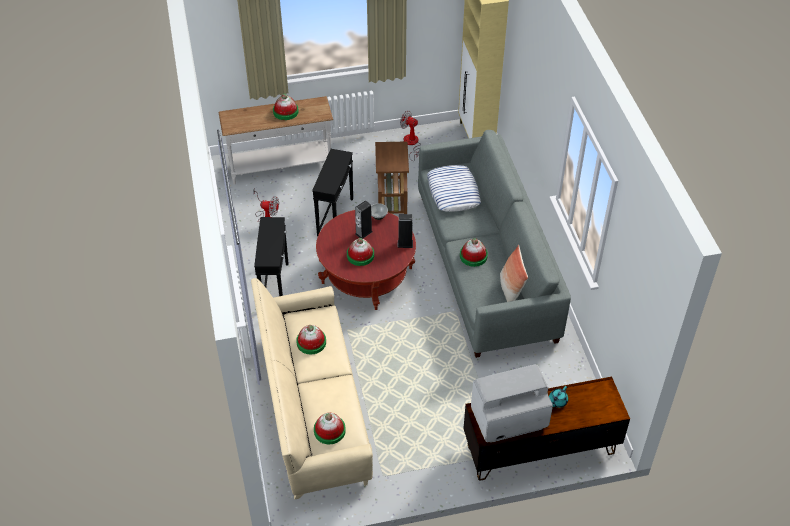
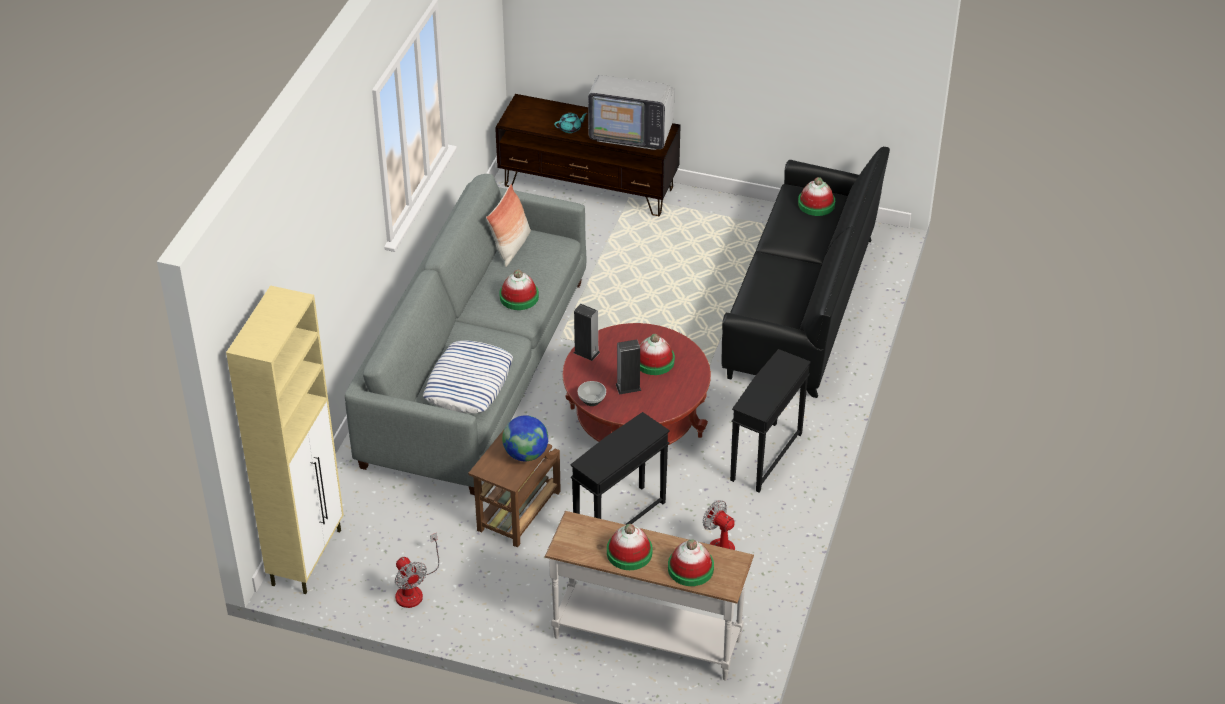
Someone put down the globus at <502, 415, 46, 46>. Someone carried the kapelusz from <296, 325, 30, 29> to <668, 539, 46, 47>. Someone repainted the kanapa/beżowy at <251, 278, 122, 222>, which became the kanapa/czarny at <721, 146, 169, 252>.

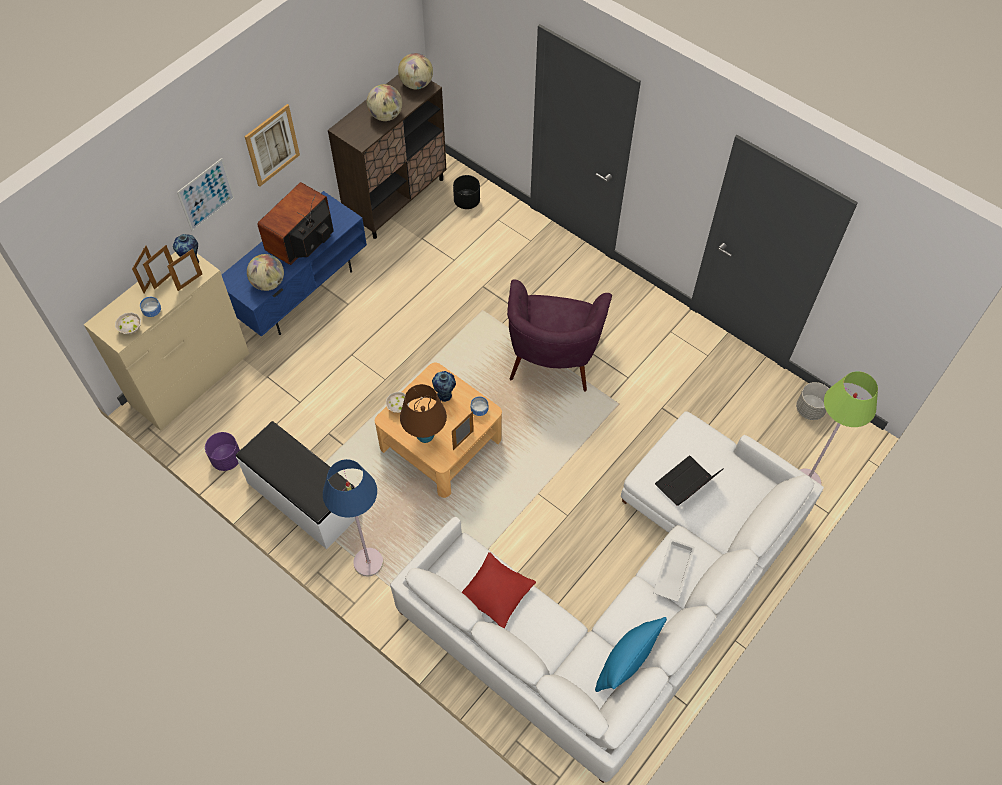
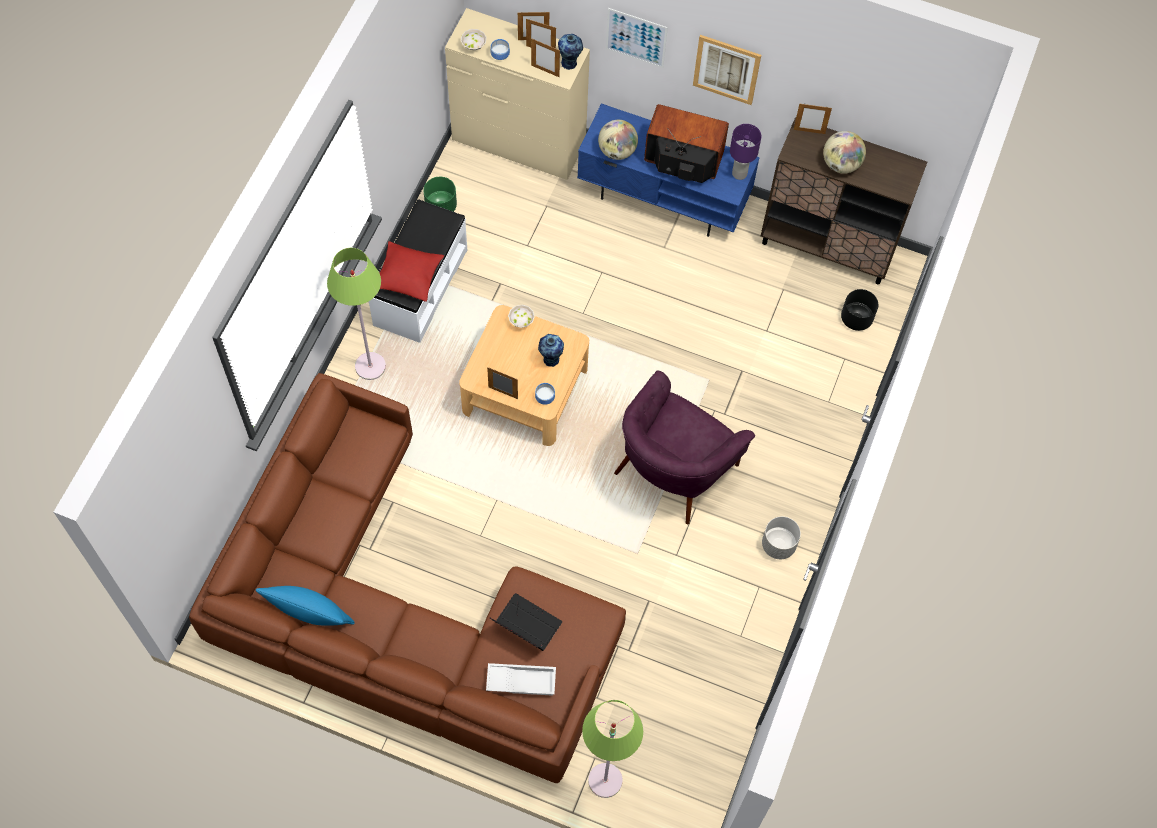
Someone took away the globus at <398, 53, 35, 36>. Someone took away the lampa stołowa/brązowy at <400, 384, 47, 59>. Someone put down the lampa stołowa/fioletowy at <730, 124, 31, 56>. Someone put down the ramka na zdjęcie at <793, 103, 39, 31>. Someone carried the poduszka/czerwony from <462, 552, 74, 77> to <380, 241, 64, 61>. Someone carried the taca/biały from <653, 539, 42, 63> to <486, 663, 70, 33>. Someone carried the donica/szary from <796, 382, 33, 38> to <762, 516, 39, 43>. Someone repainted the donica/fioletowy at <205, 432, 35, 39>, which became the donica/zielony at <423, 177, 34, 35>. Someone repainted the lampa stojąca/niebieski at <323, 459, 60, 117>, which became the lampa stojąca/zielony at <327, 248, 59, 132>. Someone repainted the kanapa/biały at <390, 411, 434, 372>, which became the kanapa/brązowy at <189, 373, 437, 410>. Someone rotated the fotel/fioletowy at <507, 280, 105, 111> by 45 degrees counterclockwise.

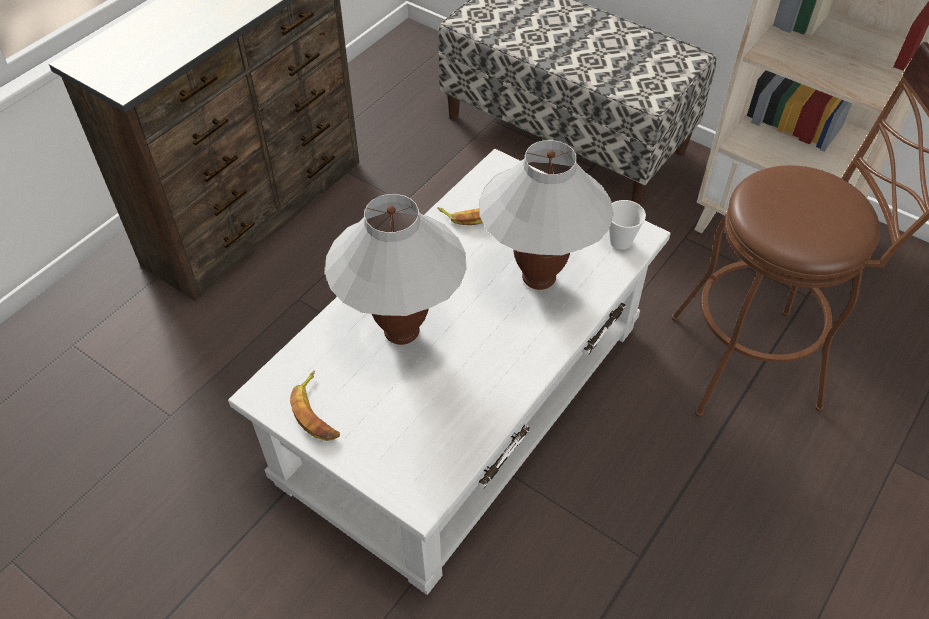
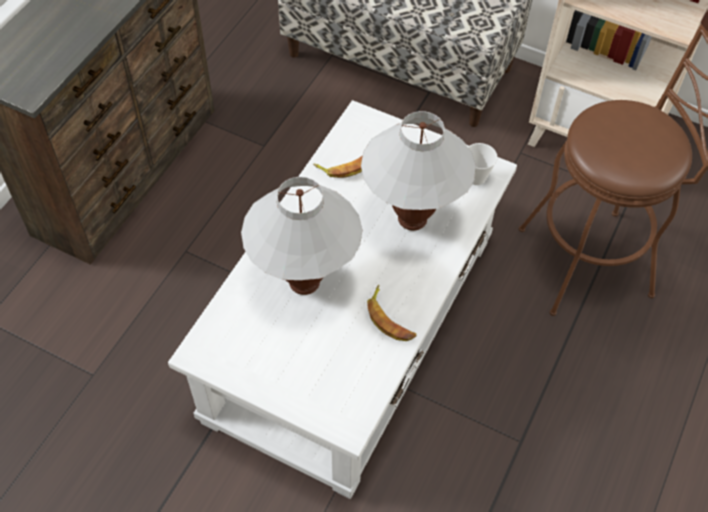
Someone carried the banan from <290, 370, 50, 71> to <367, 285, 50, 56>.

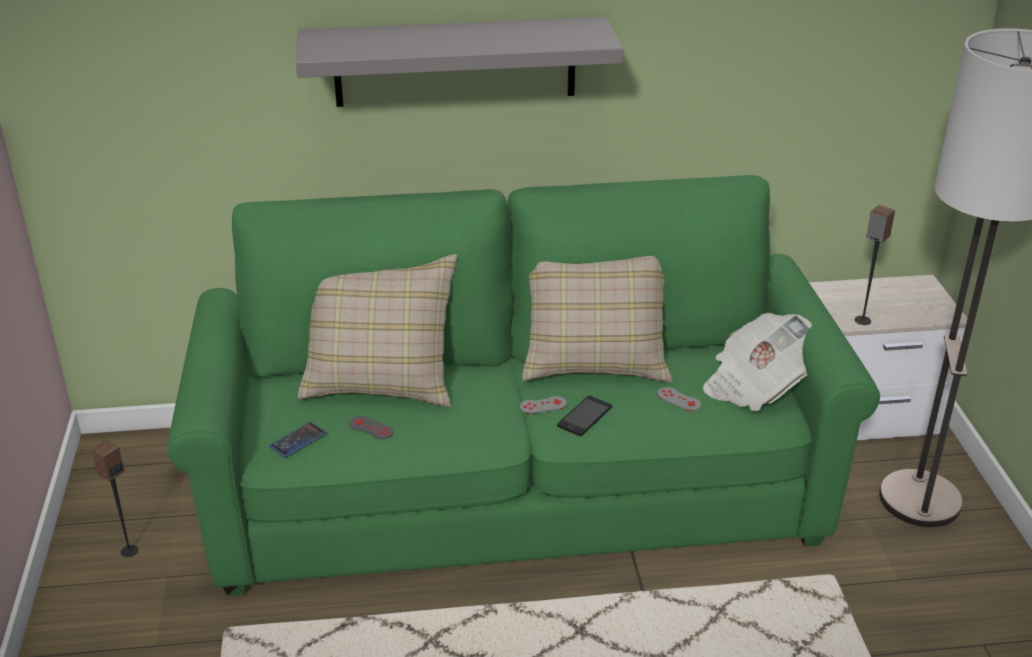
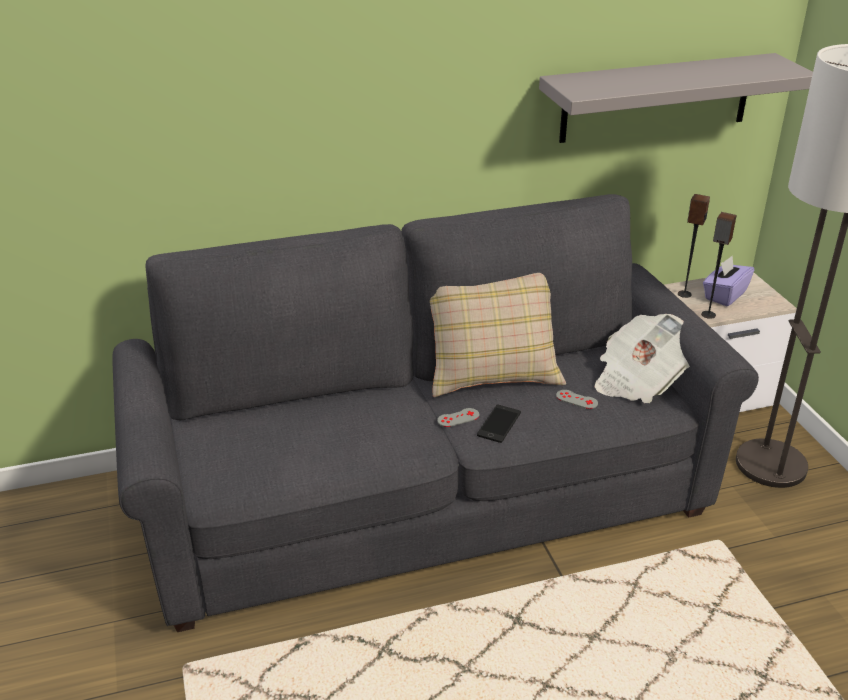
Someone took away the telefon at <269, 422, 58, 36>. Someone took away the poduszka/beżowy at <298, 254, 159, 153>. Someone took away the pad do gier/szary at <349, 416, 44, 23>. Someone put down the pudełko chusteczek/fioletowy at <703, 256, 51, 50>. Someone carried the głośnik from <91, 440, 47, 117> to <678, 194, 32, 104>. Someone carried the półka/szary from <296, 17, 327, 90> to <539, 53, 274, 90>. Someone repainted the kanapa/zielony at <167, 175, 713, 421>, which became the kanapa/szary at <112, 194, 647, 438>.

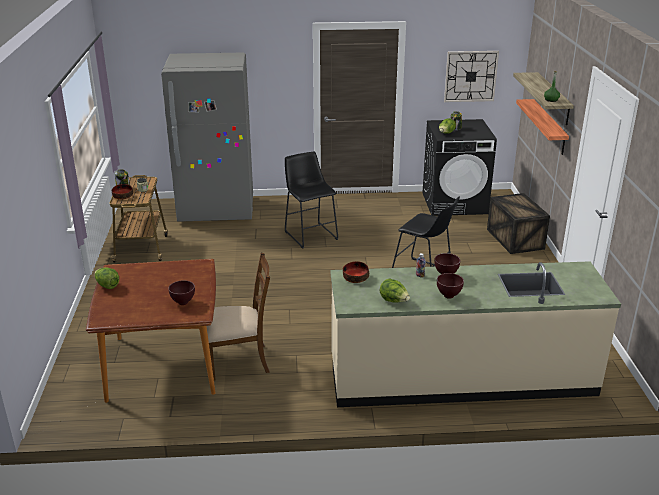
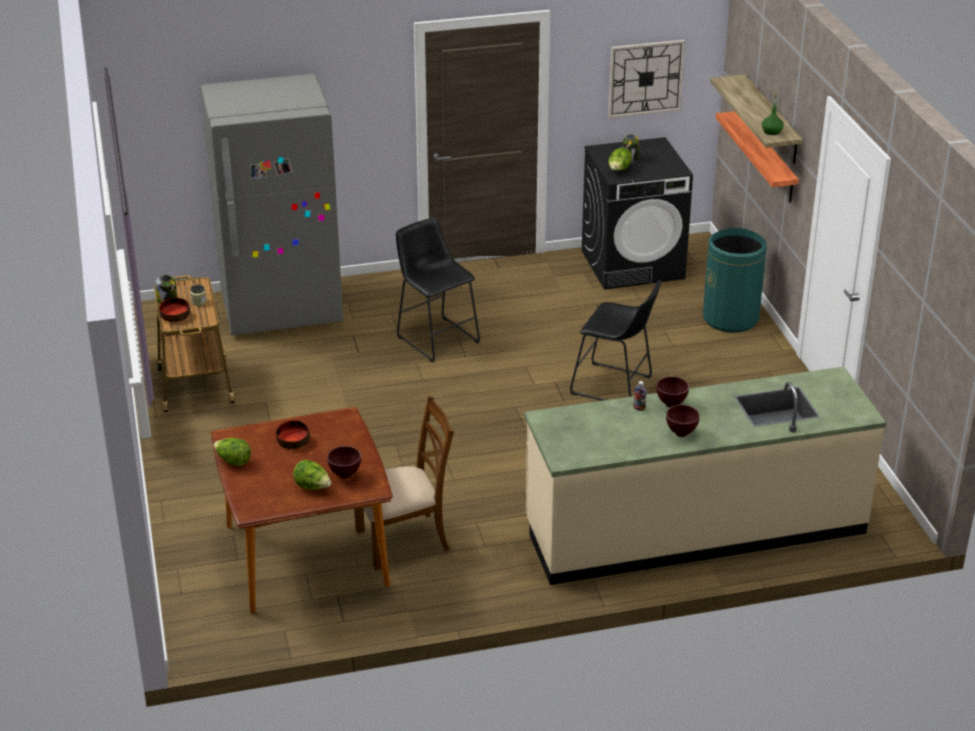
Someone carried the miska from <343, 261, 26, 22> to <276, 420, 34, 30>. Someone carried the sałata from <380, 278, 30, 25> to <293, 460, 38, 30>. Someone swapped the skrzynka at <487, 193, 63, 61> for the kosz na śmieci/zielony at <703, 228, 64, 105>.

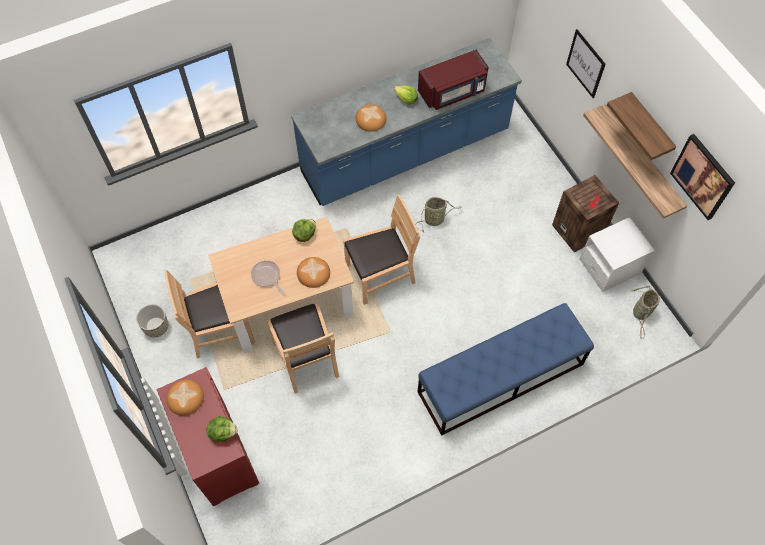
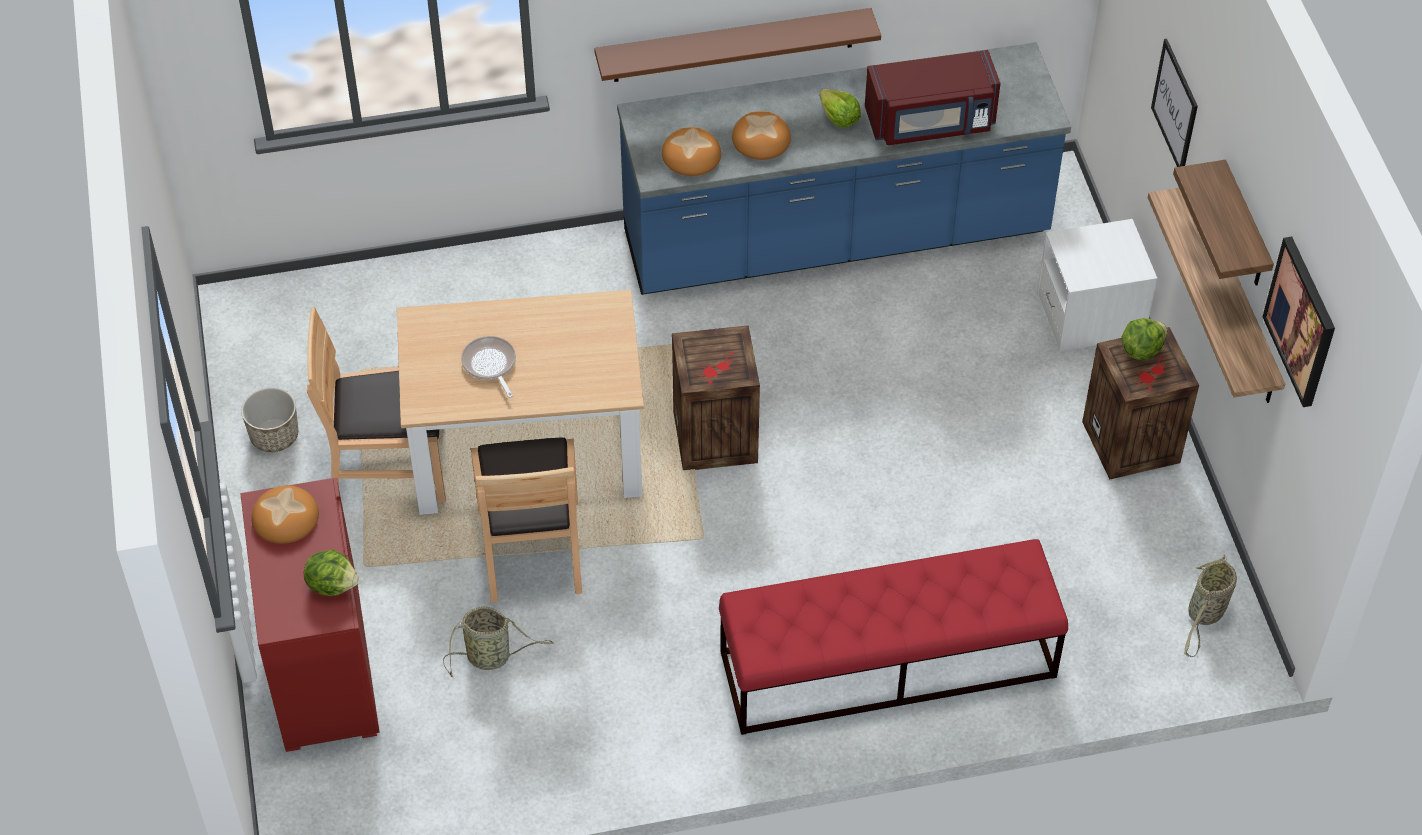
Someone put up the półka/brązowy at <594, 8, 287, 74>. Someone carried the sałata from <292, 219, 24, 23> to <1121, 318, 46, 42>. Someone carried the chleb from <297, 257, 33, 31> to <662, 127, 59, 49>. Someone carried the koszyk from <415, 197, 47, 35> to <443, 606, 111, 72>. Someone carried the szafka nocna/biały from <579, 217, 76, 75> to <1037, 219, 120, 133>. Someone swapped the krzesło/brązowy at <344, 194, 76, 111> for the skrzynka at <672, 325, 88, 145>. Someone repainted the ławka/niebieski at <418, 303, 176, 133>, which became the ławka/czerwony at <719, 539, 349, 196>.

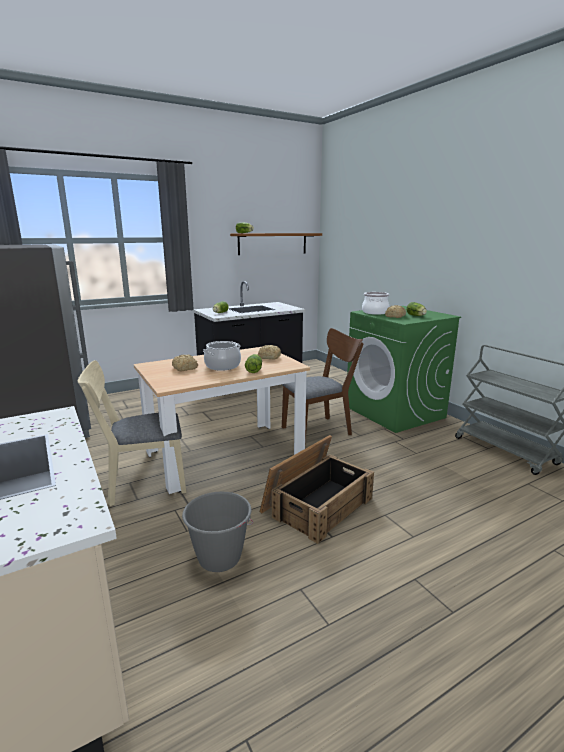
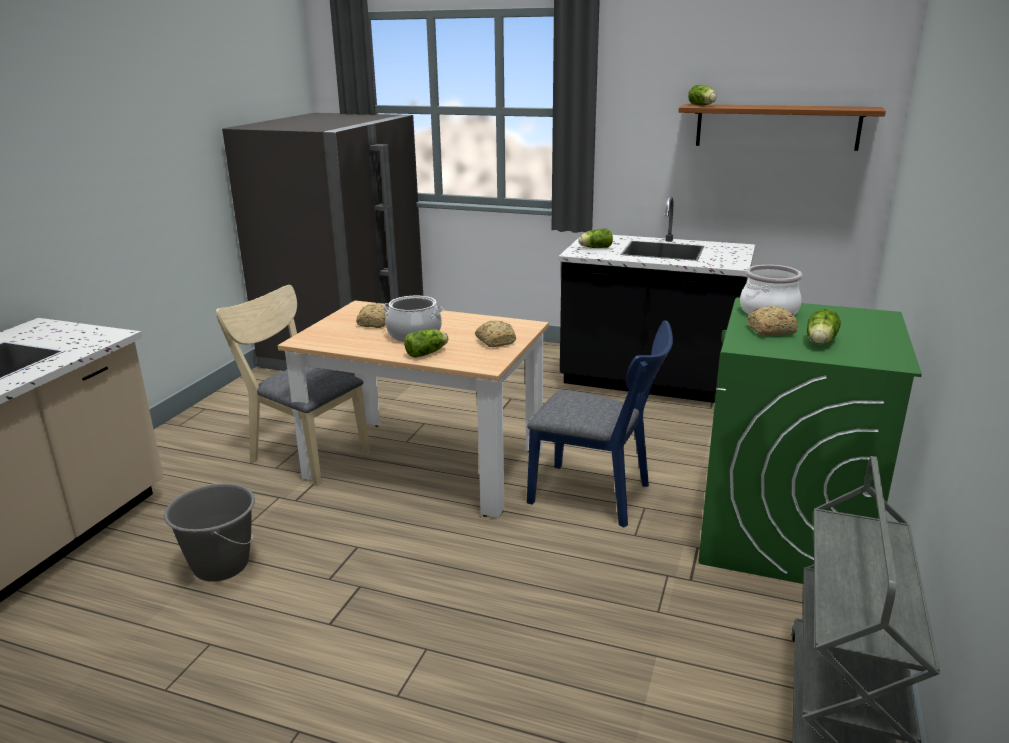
Someone took away the skrzynka at <260, 435, 114, 109>. Someone repainted the krzesło/brązowy at <282, 328, 81, 113>, which became the krzesło/niebieski at <527, 320, 146, 208>.

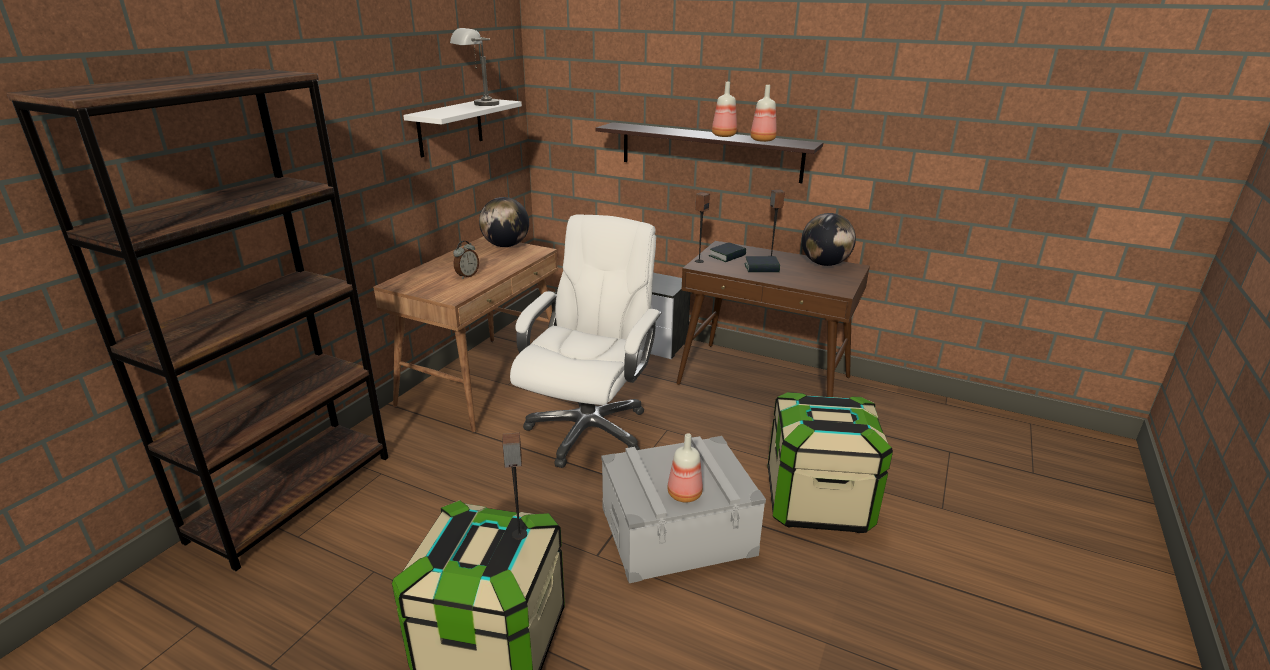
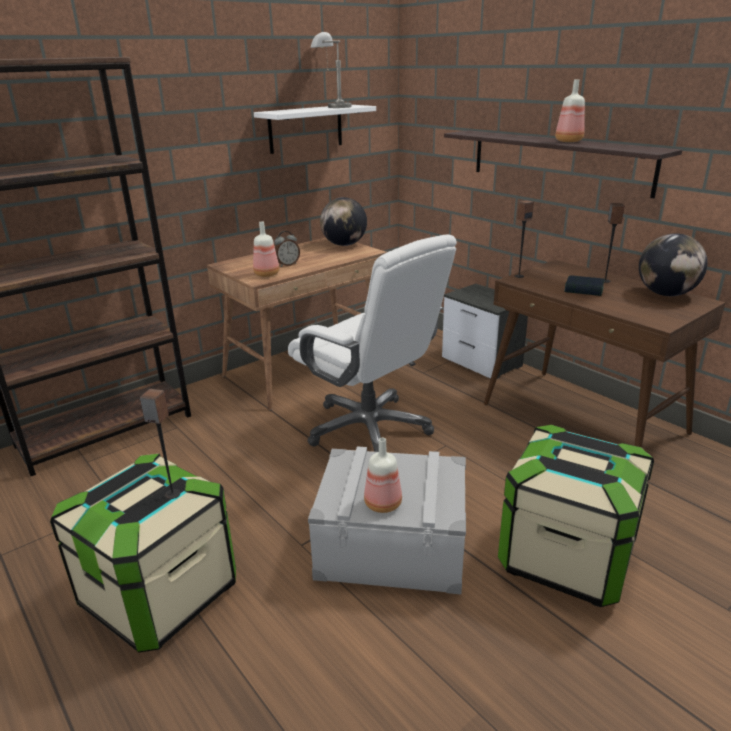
Someone took away the książka at <709, 242, 37, 20>. Someone carried the butelka from <750, 85, 27, 57> to <253, 221, 26, 56>. Someone rotated the krzesło biurowe/biały at <510, 214, 152, 254> by 90 degrees clockwise.

